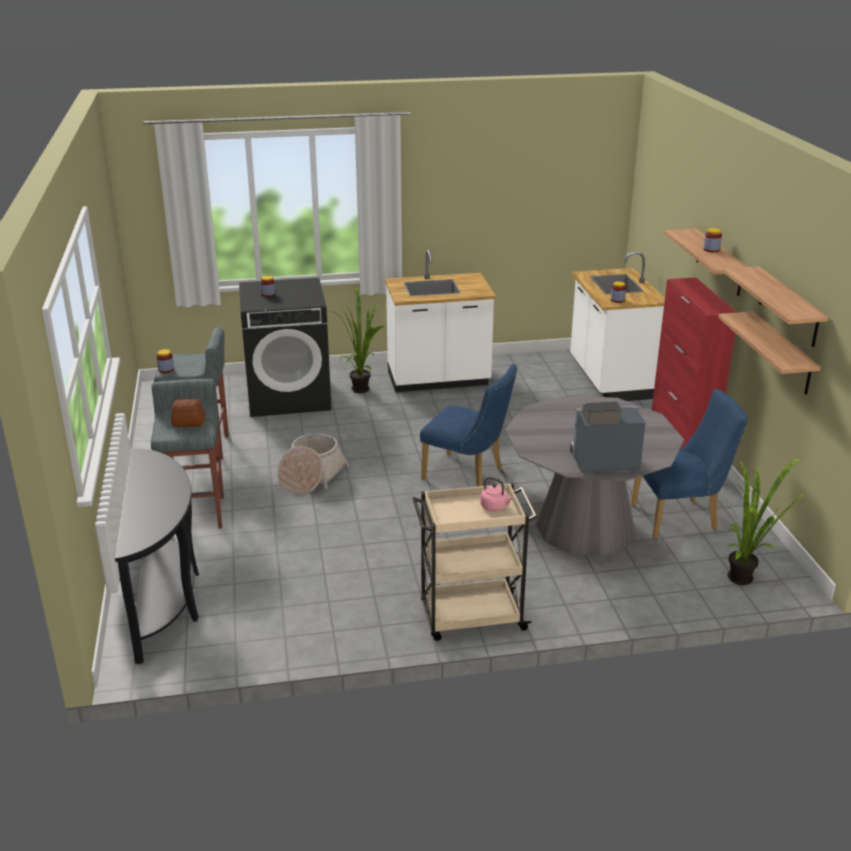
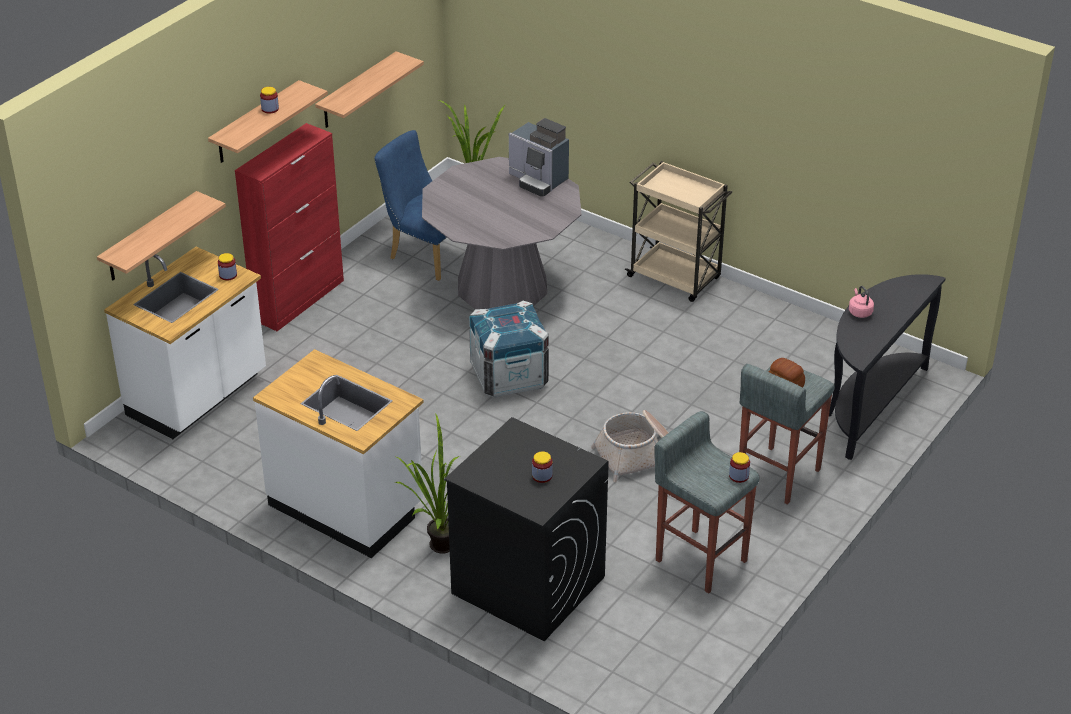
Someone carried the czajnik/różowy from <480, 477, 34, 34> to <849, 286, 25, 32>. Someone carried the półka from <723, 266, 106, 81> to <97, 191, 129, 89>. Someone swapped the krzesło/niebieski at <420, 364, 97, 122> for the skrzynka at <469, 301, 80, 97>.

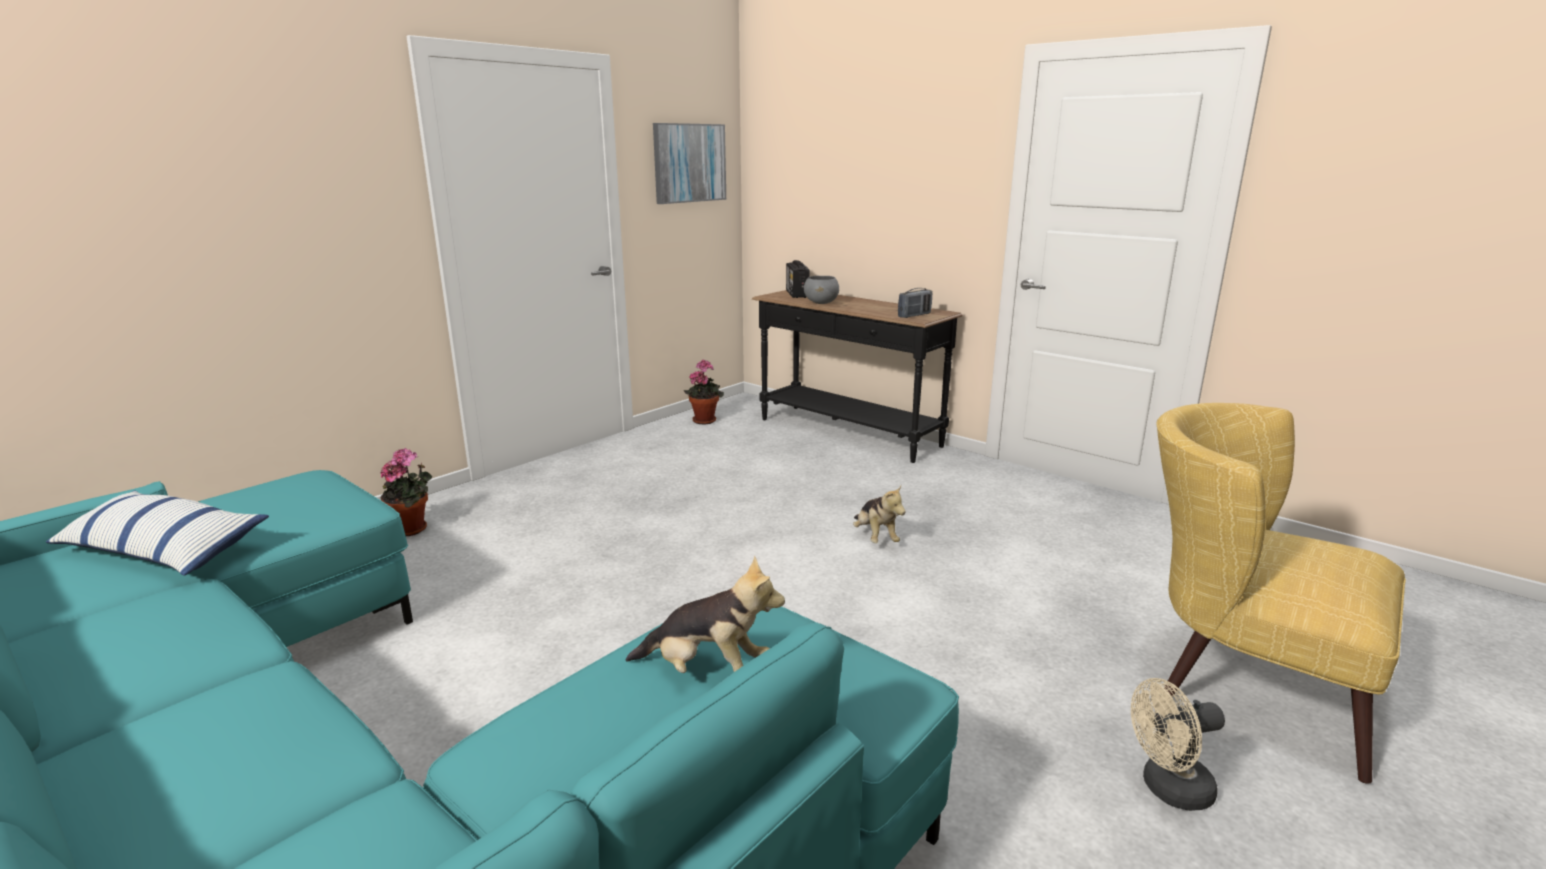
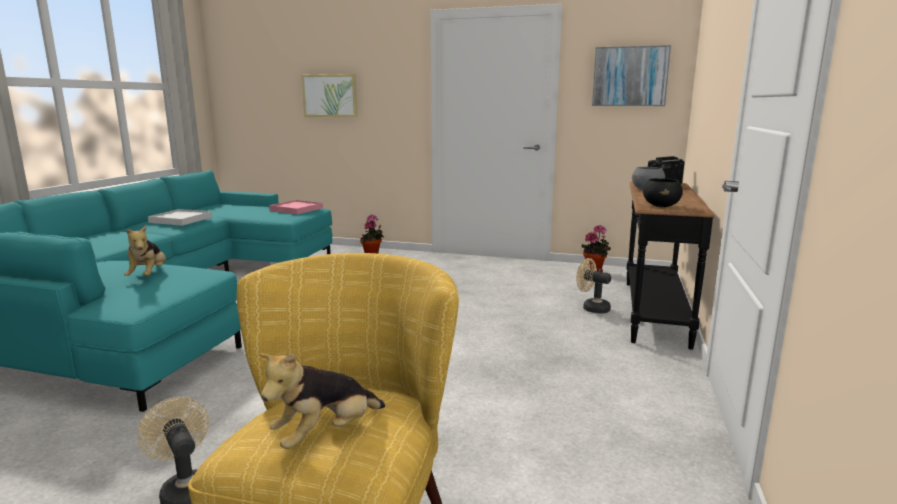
Someone took away the poduszka at <46, 490, 223, 86>. Someone put down the taca/biały at <148, 209, 64, 17>. Someone put down the taca/różowy at <269, 200, 54, 14>. Someone put up the obraz at <302, 74, 55, 43>. Someone put down the wentylator/beżowy at <576, 258, 35, 56>. Someone carried the pluszak from <853, 486, 53, 57> to <259, 353, 126, 96>. Someone swapped the radio at <898, 288, 34, 30> for the miska/czarny at <643, 178, 40, 29>.

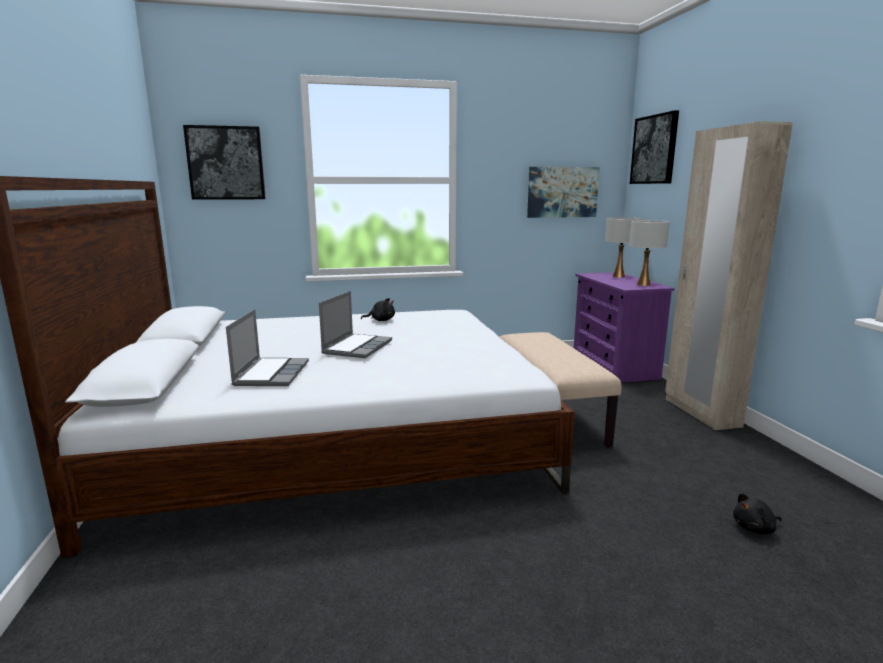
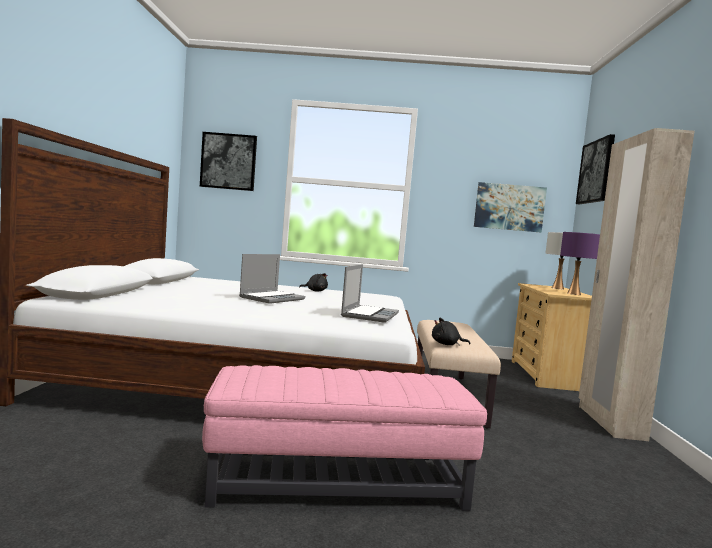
Someone put down the pufa/różowy at <202, 365, 285, 146>. Someone carried the laptop from <226, 309, 83, 77> to <341, 264, 58, 59>. Someone carried the pluszak/czarny from <733, 493, 49, 41> to <432, 318, 38, 27>. Someone repainted the komoda/fioletowy at <574, 272, 101, 111>, which became the komoda/beżowy at <512, 283, 80, 108>. Someone repainted the lampa stołowa/biały at <629, 220, 41, 66>, which became the lampa stołowa/fioletowy at <560, 232, 40, 63>.

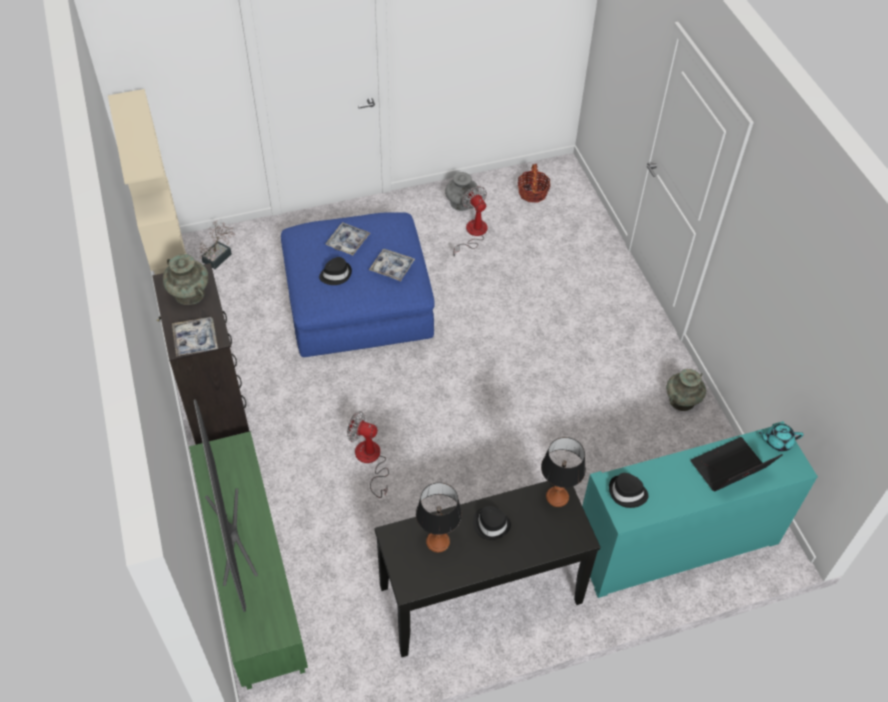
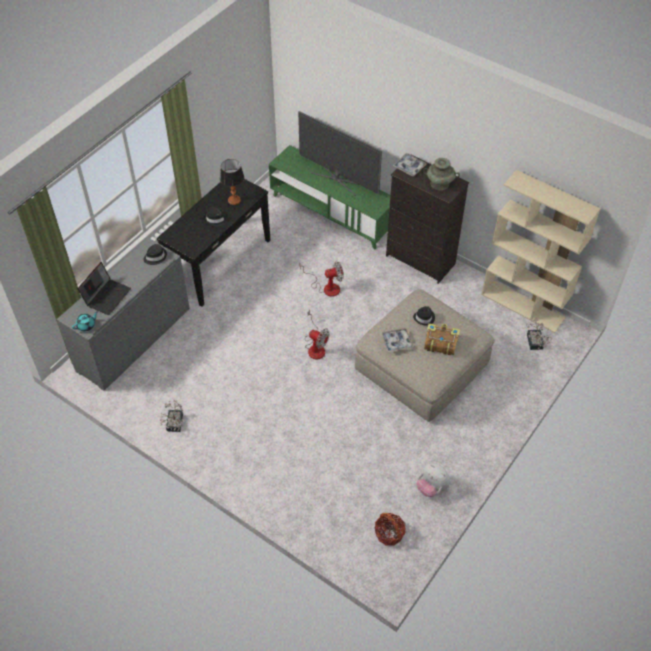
Someone took away the lampa stołowa at <541, 437, 45, 70>. Someone carried the wentylator from <453, 186, 35, 70> to <305, 310, 25, 49>. Someone swapped the taca at <326, 222, 44, 33> for the książka at <424, 323, 36, 32>. Someone swapped the wazon/szary at <445, 172, 34, 39> for the pluszak at <417, 463, 33, 34>. Someone swapped the wazon/turkusowy at <666, 369, 40, 42> for the roślina doniczkowa at <160, 400, 25, 32>. Someone repainted the pufa/niebieski at <281, 212, 154, 145>, which became the pufa/beżowy at <355, 289, 139, 133>. Someone repainted the szafka/turkusowy at <582, 421, 236, 177>, which became the szafka/szary at <57, 238, 133, 153>.

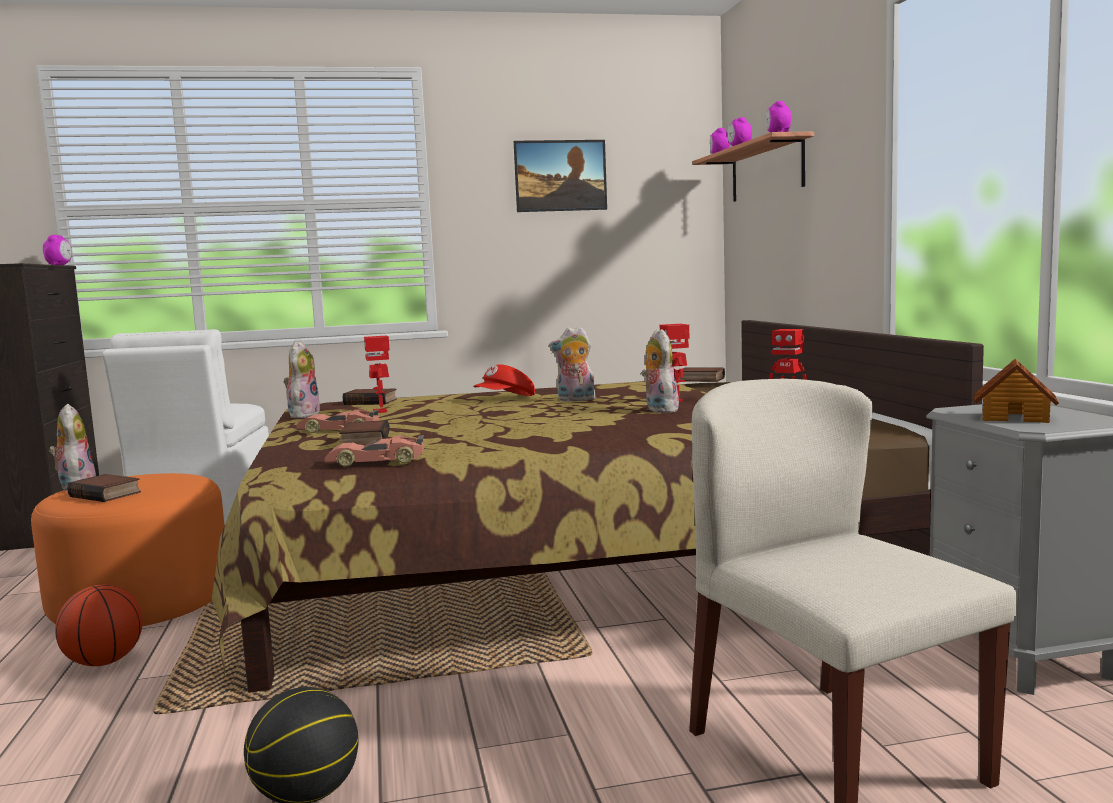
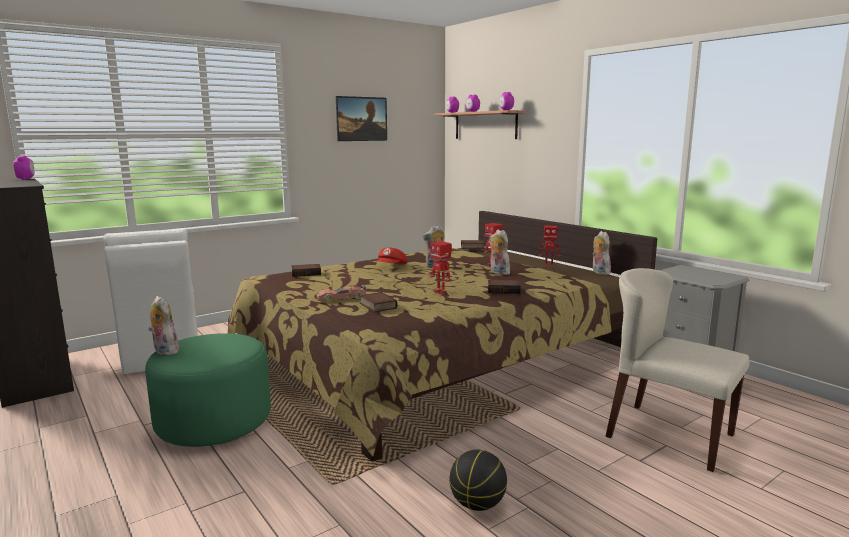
Someone took away the piłka do koszykówki at <55, 585, 88, 81>. Someone took away the samochodzik at <325, 435, 99, 32>. Someone took away the domek at <974, 358, 85, 65>. Someone carried the książka from <67, 474, 74, 28> to <488, 280, 33, 14>. Someone carried the pluszak from <283, 341, 38, 77> to <593, 231, 18, 44>. Someone carried the robot zabawkowy from <364, 336, 26, 77> to <430, 241, 22, 53>. Someone repainted the pufa/pomarańczowy at <31, 473, 194, 153>, which became the pufa/zielony at <145, 333, 126, 114>.

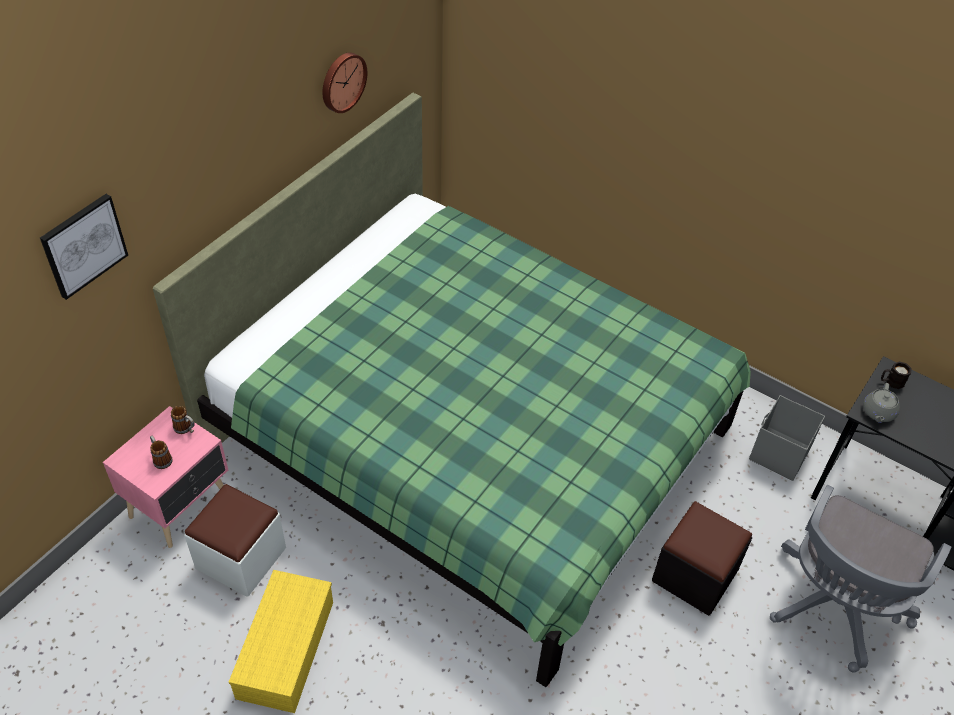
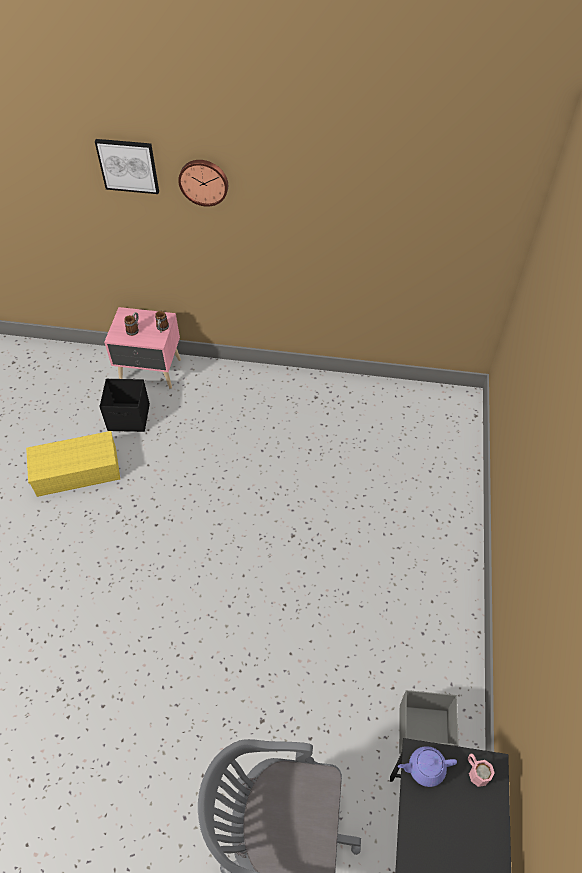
Someone took away the łóżko/zielony at <153, 93, 598, 594>. Someone took away the pufa/czarny at <652, 501, 100, 115>. Someone carried the zegar ścienny from <323, 52, 44, 61> to <178, 160, 50, 47>. Someone swapped the pufa/biały at <184, 484, 102, 113> for the pojemnik do przechowywania/czarny at <99, 379, 51, 53>. Someone repainted the imbryk/szary at <863, 383, 37, 40>, which became the imbryk/fioletowy at <398, 746, 59, 41>. Someone repainted the kubek/czarny at <881, 361, 31, 28>, which became the kubek/różowy at <468, 754, 27, 33>.

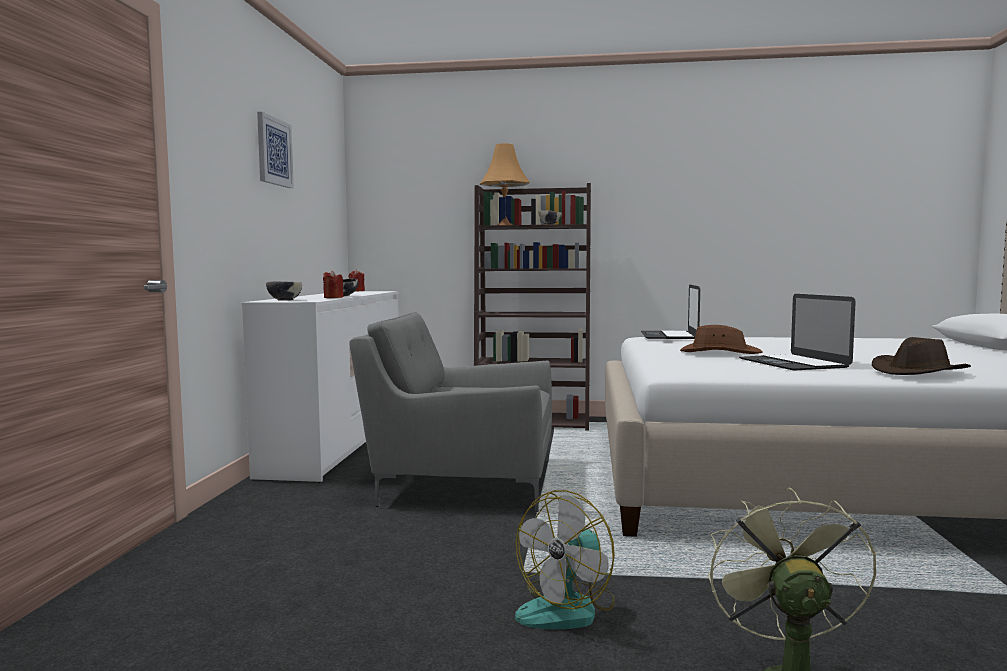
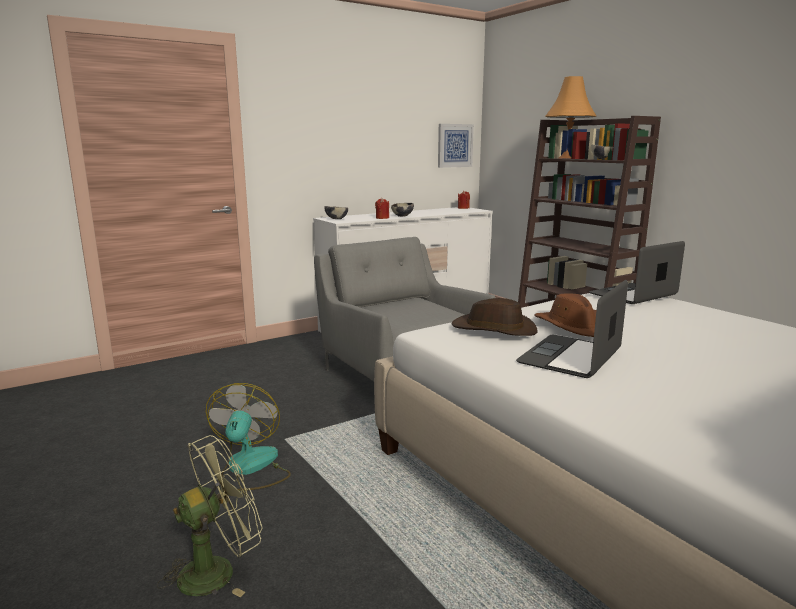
Someone carried the obraz from <257, 112, 37, 76> to <438, 124, 36, 44>. Someone carried the kapelusz/brązowy from <872, 337, 99, 38> to <451, 298, 86, 38>. Someone rotated the wentylator at <515, 490, 100, 139> by 90 degrees clockwise.

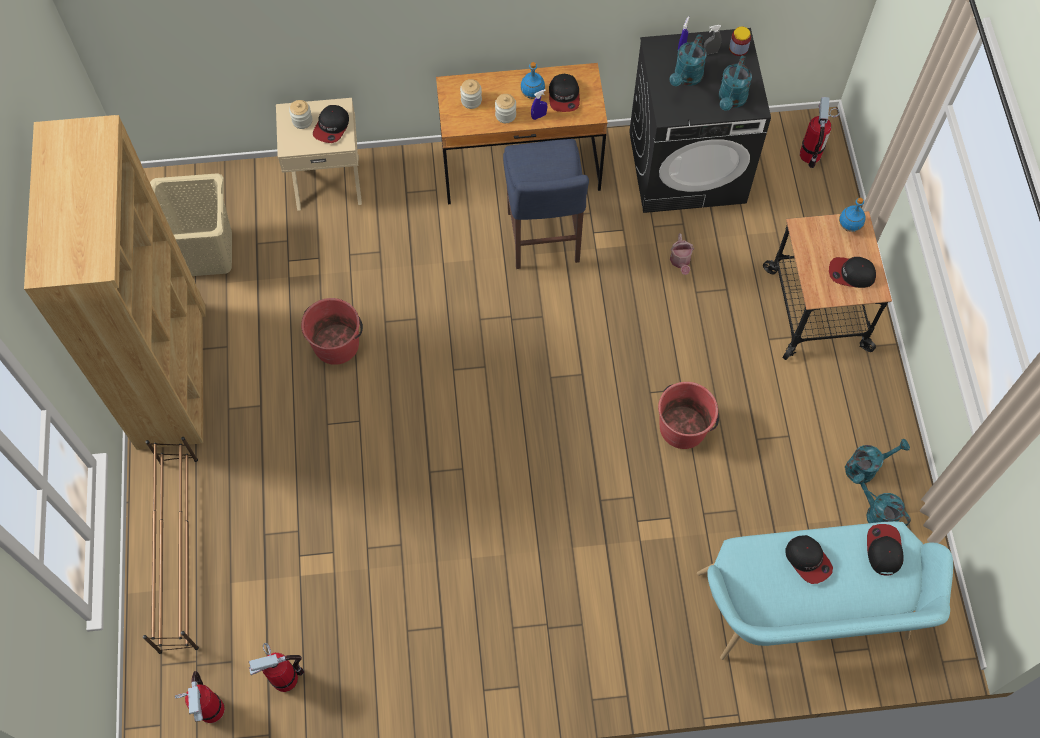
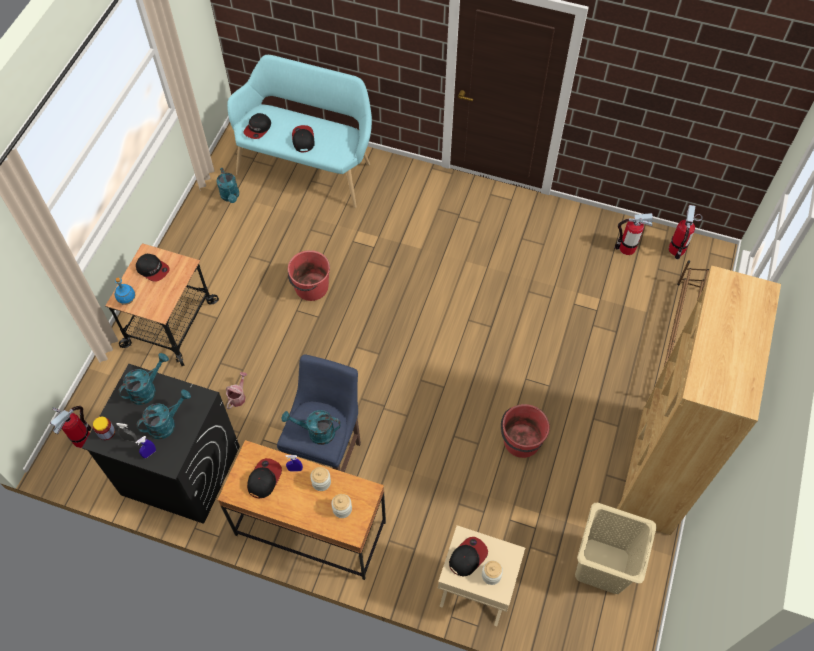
Someone took away the butelka/niebieski at <521, 62, 24, 37>. Someone carried the konewka/turkusowy from <845, 439, 65, 44> to <282, 410, 59, 35>.

